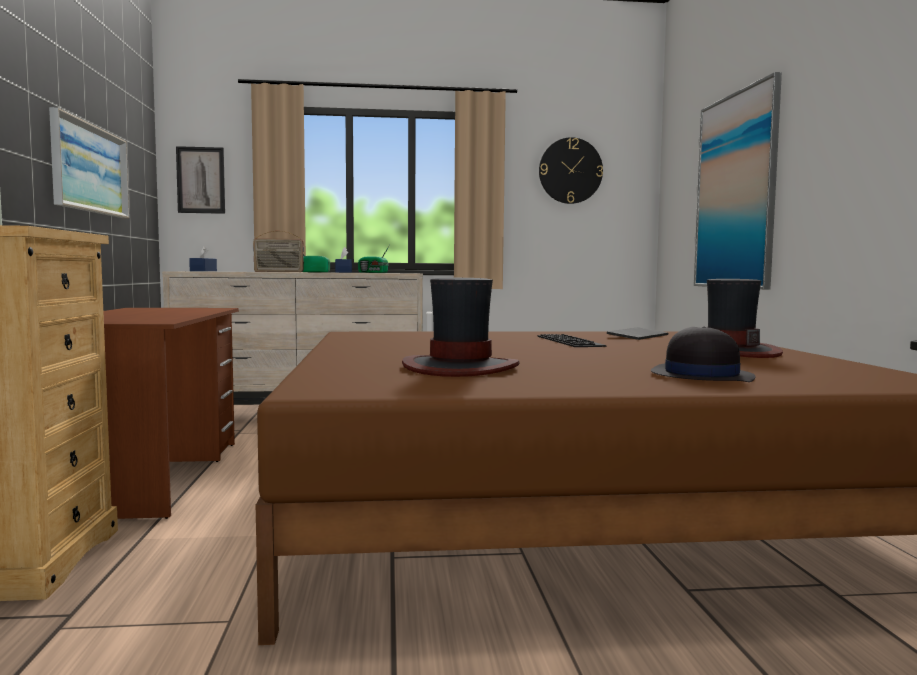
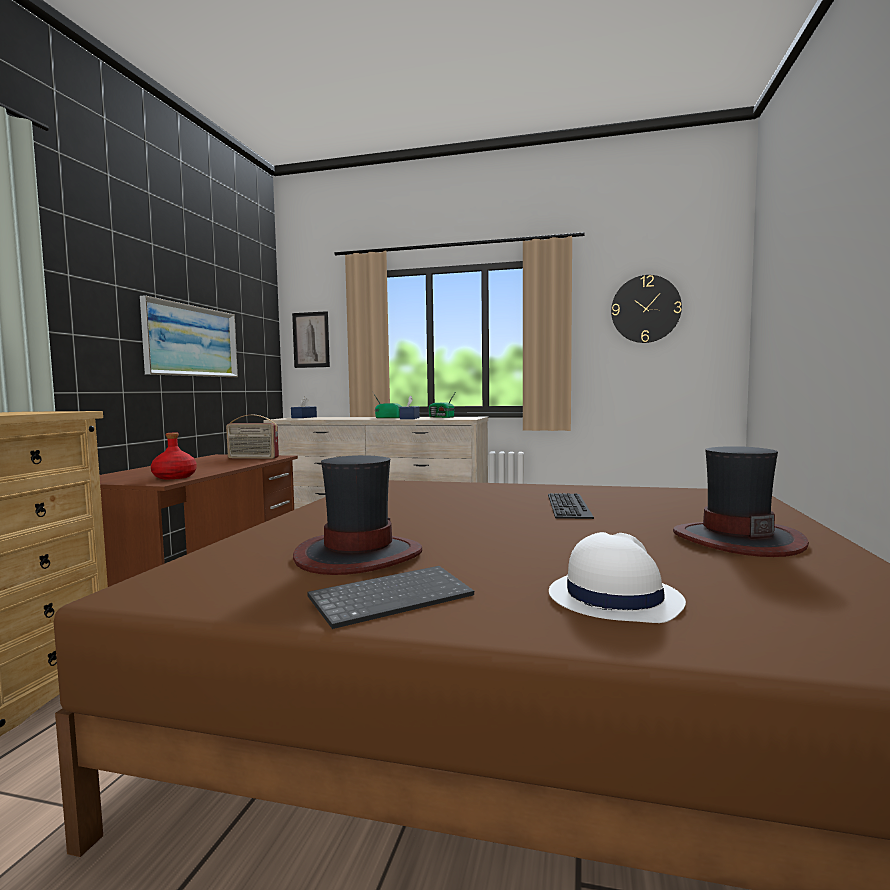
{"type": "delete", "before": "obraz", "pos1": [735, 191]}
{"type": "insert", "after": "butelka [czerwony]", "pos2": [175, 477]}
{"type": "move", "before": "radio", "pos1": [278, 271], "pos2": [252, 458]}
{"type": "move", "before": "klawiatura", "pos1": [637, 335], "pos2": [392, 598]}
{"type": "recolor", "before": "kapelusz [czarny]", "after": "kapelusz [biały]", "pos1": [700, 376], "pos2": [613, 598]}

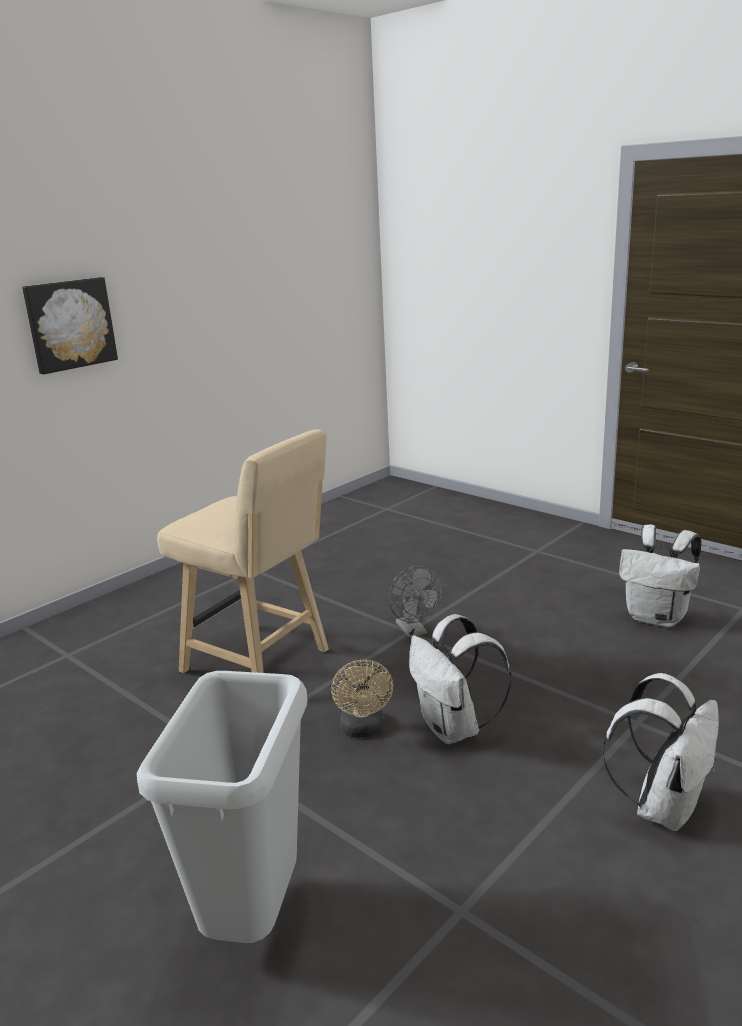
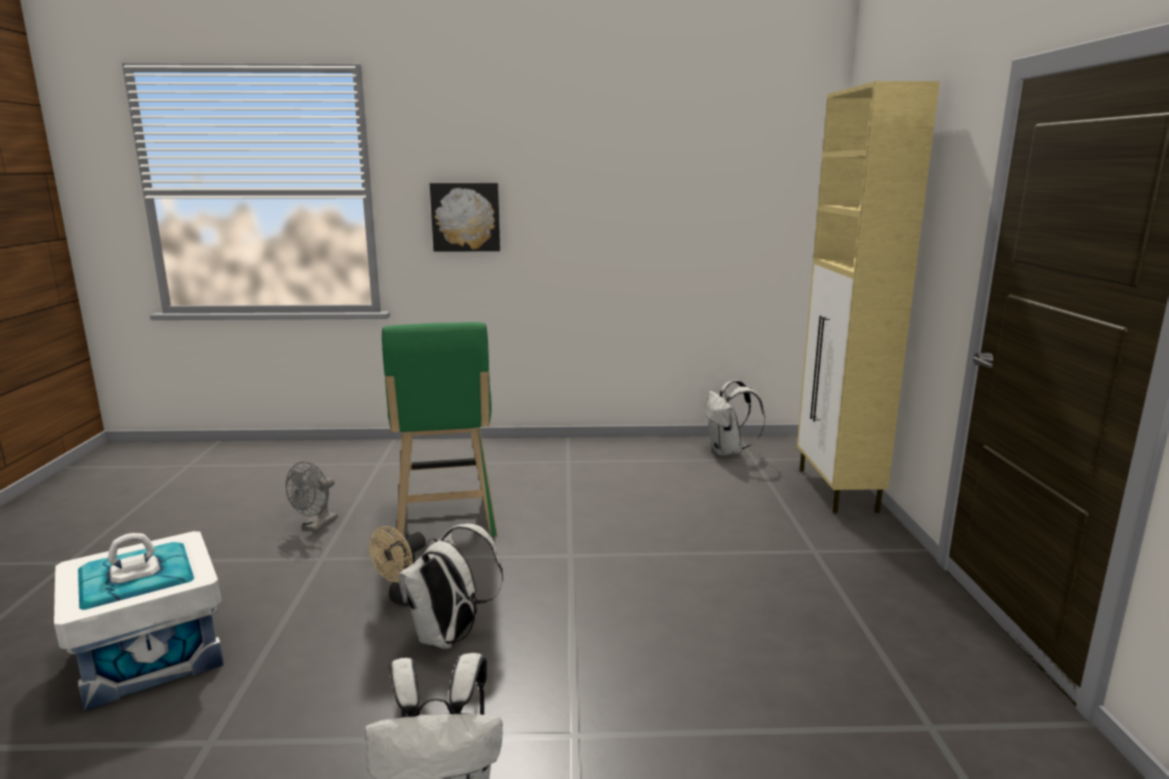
{"type": "insert", "after": "szafka [beżowy]", "pos2": [837, 490]}
{"type": "move", "before": "wentylator [szary]", "pos1": [414, 631], "pos2": [316, 525]}
{"type": "move", "before": "plecak [biały]", "pos1": [657, 618], "pos2": [728, 451]}
{"type": "replace", "before": "kosz na śmieci [szary]", "after": "pojemnik do przechowywania [biały]", "pos1": [251, 918], "pos2": [151, 654]}
{"type": "recolor", "before": "stołek [beżowy]", "after": "stołek [zielony]", "pos1": [261, 663], "pos2": [446, 522]}

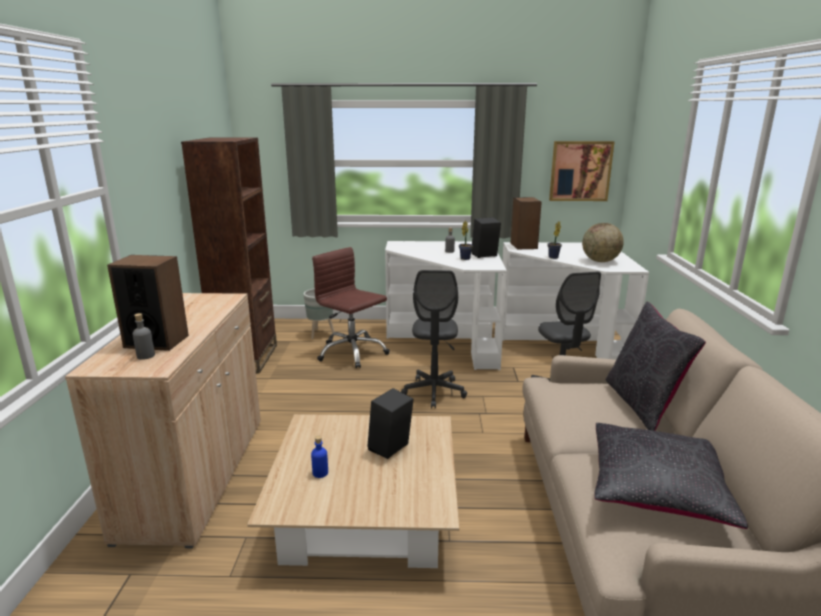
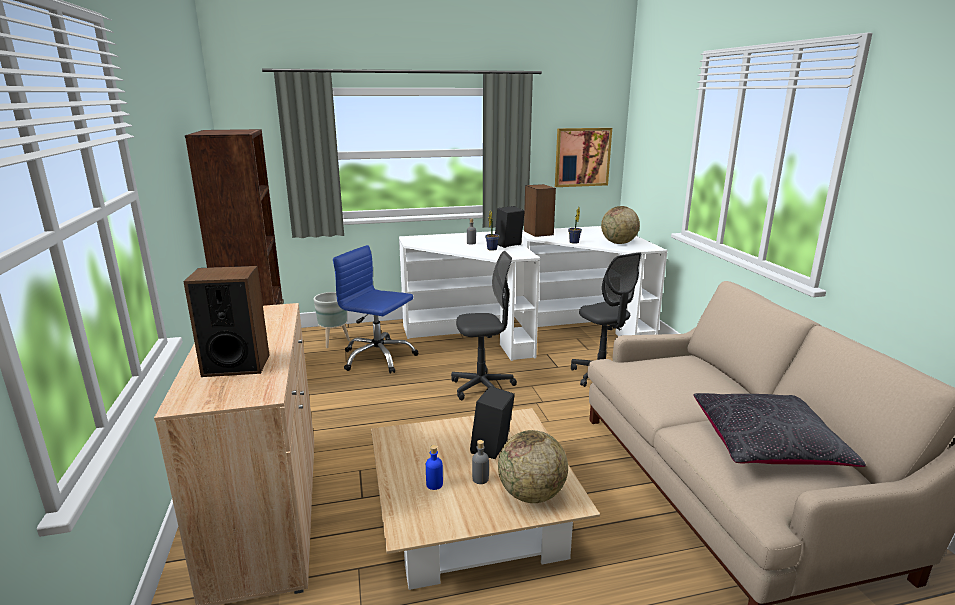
{"type": "delete", "before": "poduszka [czarny]", "pos1": [642, 404]}
{"type": "insert", "after": "globus", "pos2": [531, 494]}
{"type": "move", "before": "butelka [szary]", "pos1": [145, 356], "pos2": [480, 479]}
{"type": "recolor", "before": "krzesło biurowe [brązowy]", "after": "krzesło biurowe [niebieski]", "pos1": [352, 353], "pos2": [378, 358]}
{"type": "rotate", "before": "krzesło biurowe [szary]", "pos1": [434, 392], "pos2": [482, 388], "turn": -90}

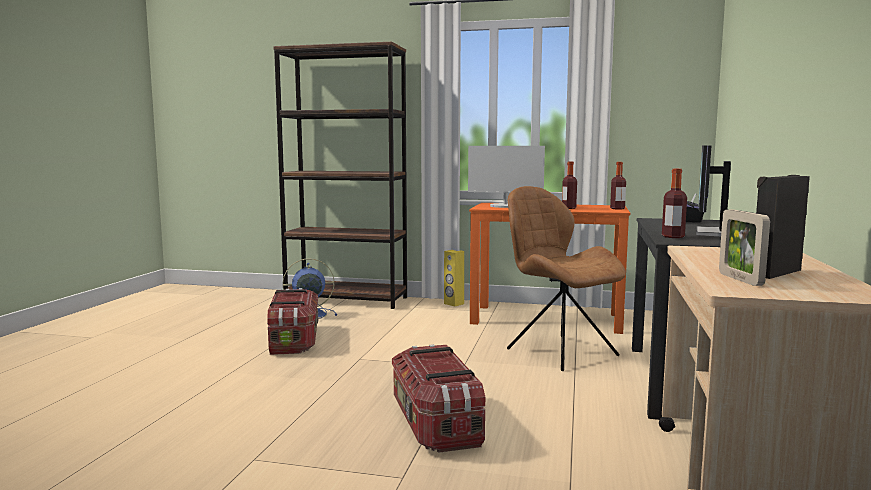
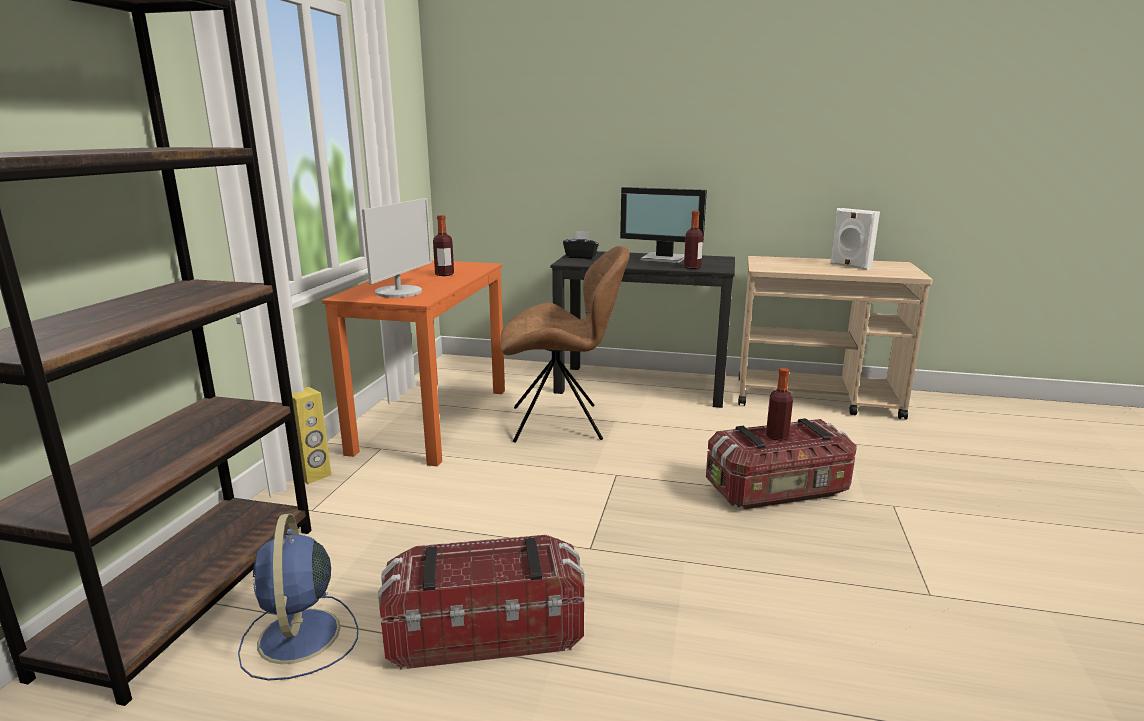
{"type": "delete", "before": "ramka na zdjęcie", "pos1": [740, 279]}
{"type": "move", "before": "butelka", "pos1": [617, 208], "pos2": [777, 436]}
{"type": "recolor", "before": "głośnik [czarny]", "after": "głośnik [biały]", "pos1": [774, 273], "pos2": [849, 266]}
{"type": "rotate", "before": "krzesło [brązowy]", "pos1": [559, 351], "pos2": [560, 423], "turn": -150}

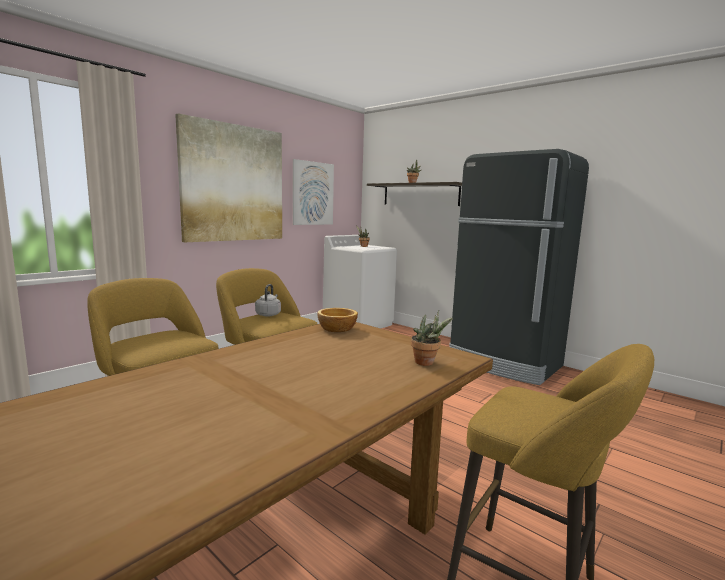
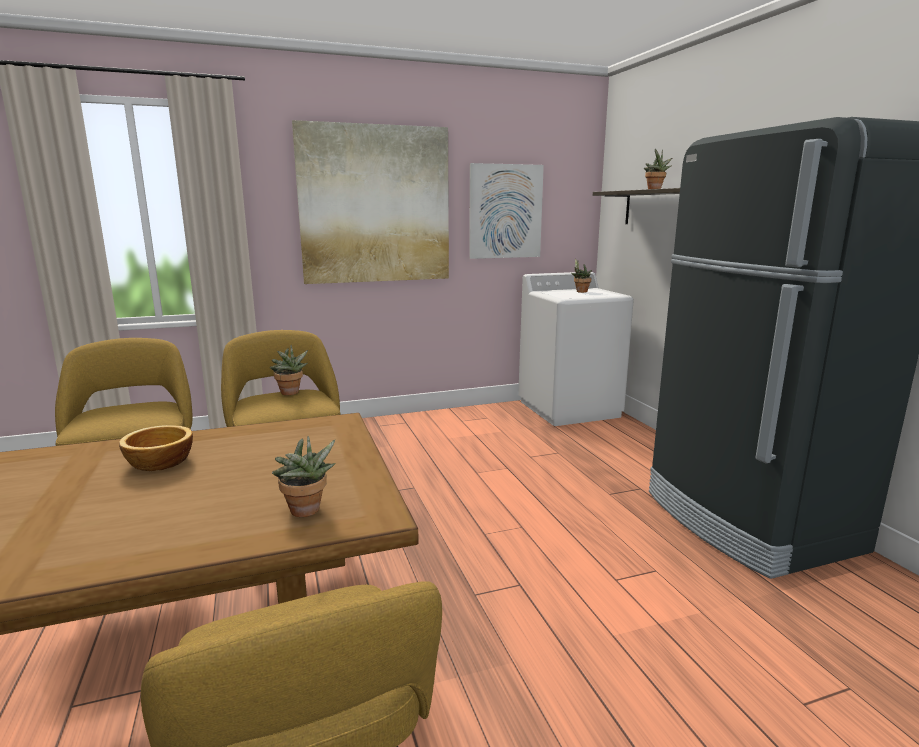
{"type": "move", "before": "miska", "pos1": [336, 329], "pos2": [158, 463]}
{"type": "replace", "before": "czajnik [szary]", "after": "roślina doniczkowa", "pos1": [268, 314], "pos2": [290, 393]}

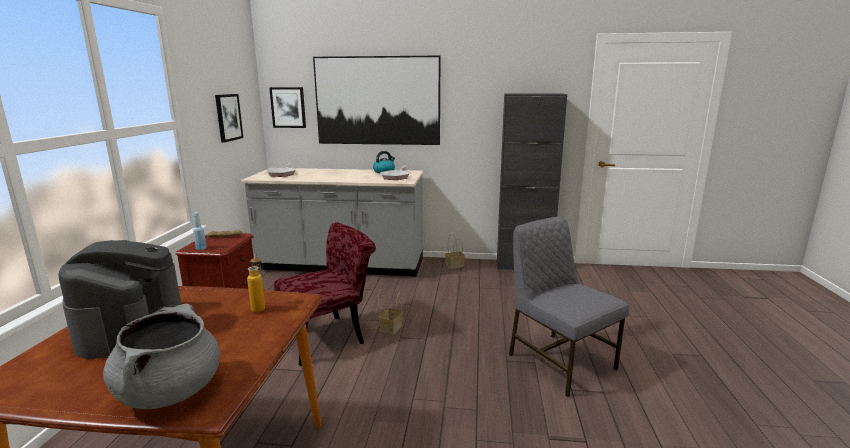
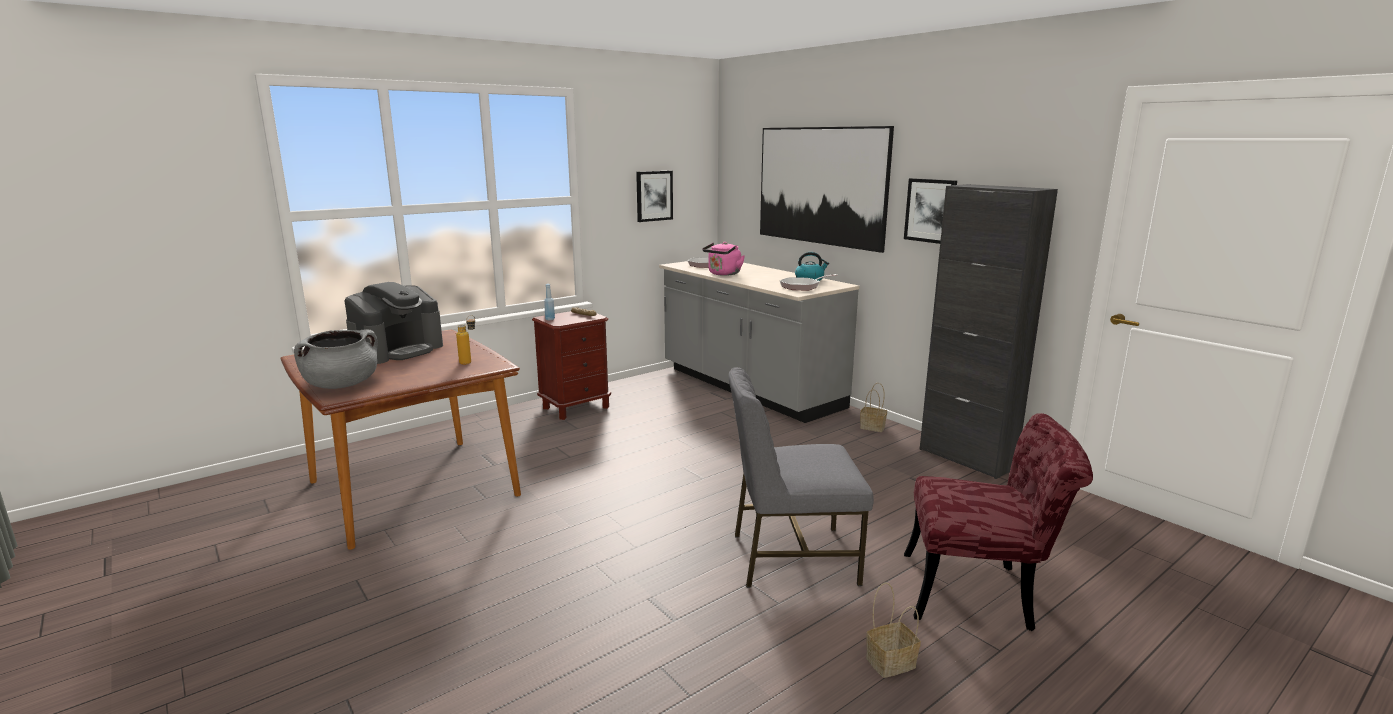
{"type": "insert", "after": "czajnik [różowy]", "pos2": [723, 274]}
{"type": "move", "before": "obraz", "pos1": [288, 107], "pos2": [930, 210]}
{"type": "move", "before": "krzesło [czerwony]", "pos1": [329, 336], "pos2": [981, 593]}
{"type": "move", "before": "koszyk", "pos1": [391, 327], "pos2": [891, 661]}
{"type": "rotate", "before": "krzesło [szary]", "pos1": [559, 361], "pos2": [791, 557], "turn": -105}

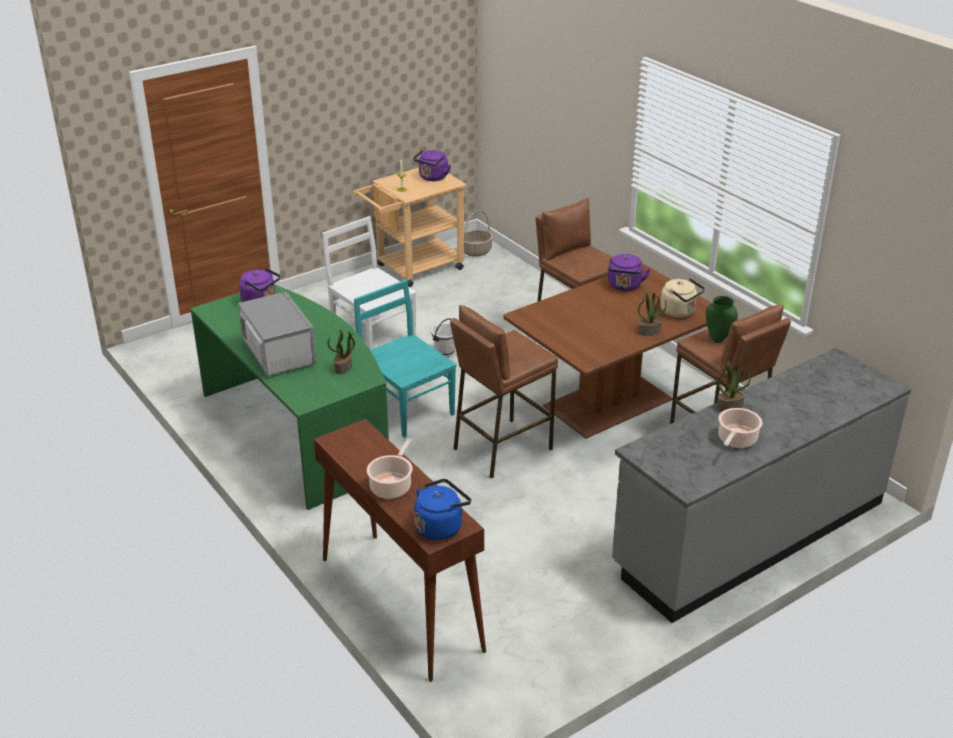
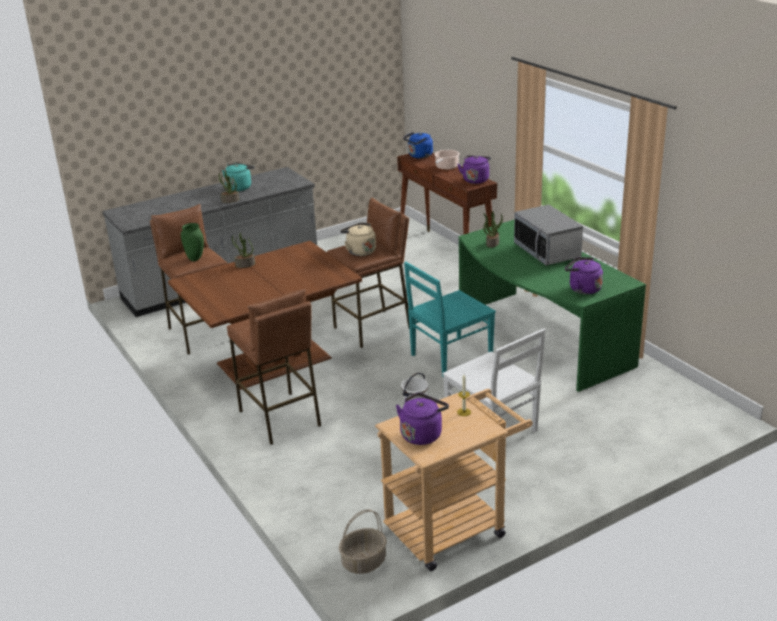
{"type": "move", "before": "czajnik [fioletowy]", "pos1": [624, 286], "pos2": [476, 179]}
{"type": "move", "before": "czajnik [beżowy]", "pos1": [680, 312], "pos2": [359, 251]}
{"type": "replace", "before": "garnek", "after": "czajnik [turkusowy]", "pos1": [736, 440], "pos2": [239, 187]}
{"type": "rotate", "before": "krzesło [turkusowy]", "pos1": [407, 408], "pos2": [449, 356], "turn": 90}

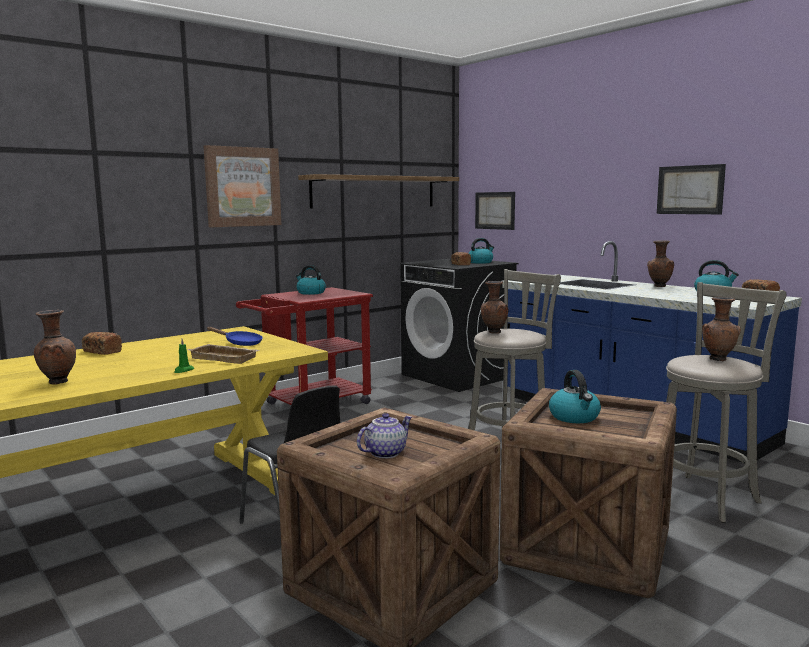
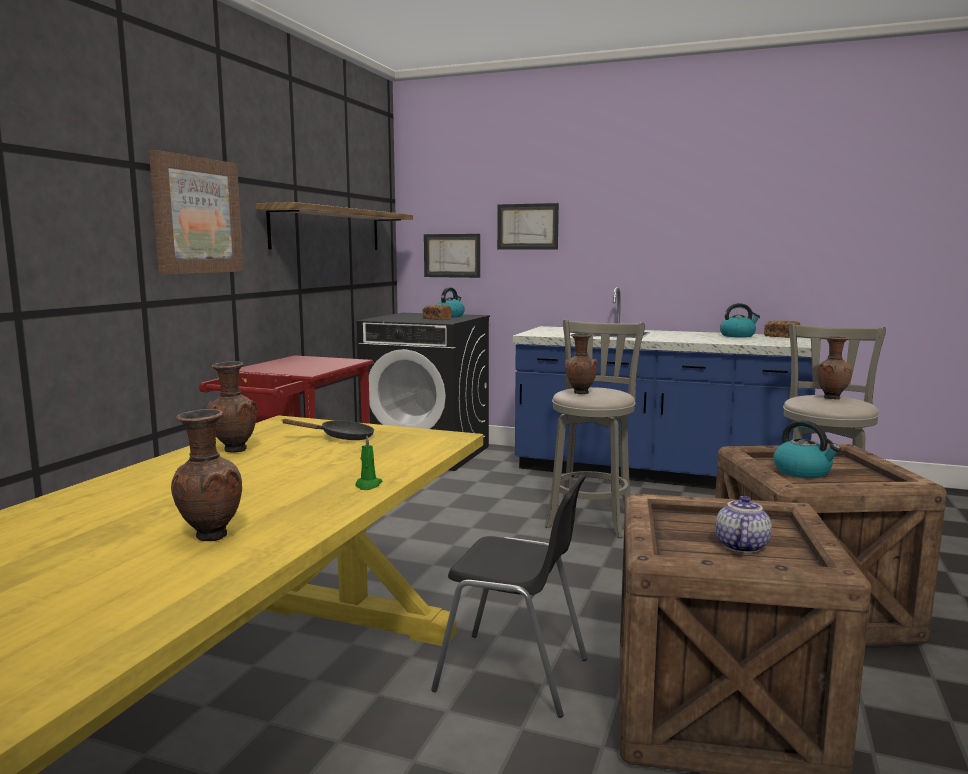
{"type": "delete", "before": "chleb", "pos1": [102, 351]}
{"type": "delete", "before": "taca [beżowy]", "pos1": [226, 358]}
{"type": "delete", "before": "czajnik", "pos1": [310, 293]}
{"type": "move", "before": "wazon [brązowy]", "pos1": [659, 286], "pos2": [233, 450]}
{"type": "move", "before": "obraz", "pos1": [690, 190], "pos2": [527, 226]}
{"type": "recolor", "before": "patelnia [niebieski]", "after": "patelnia [czarny]", "pos1": [240, 343], "pos2": [341, 438]}

